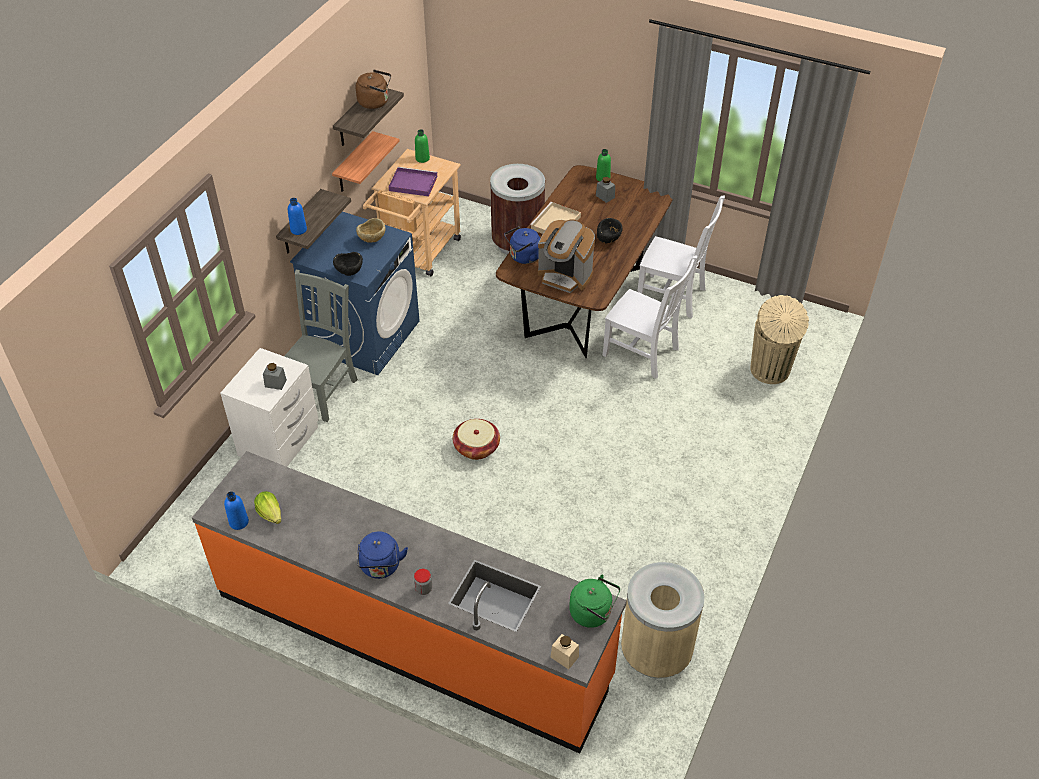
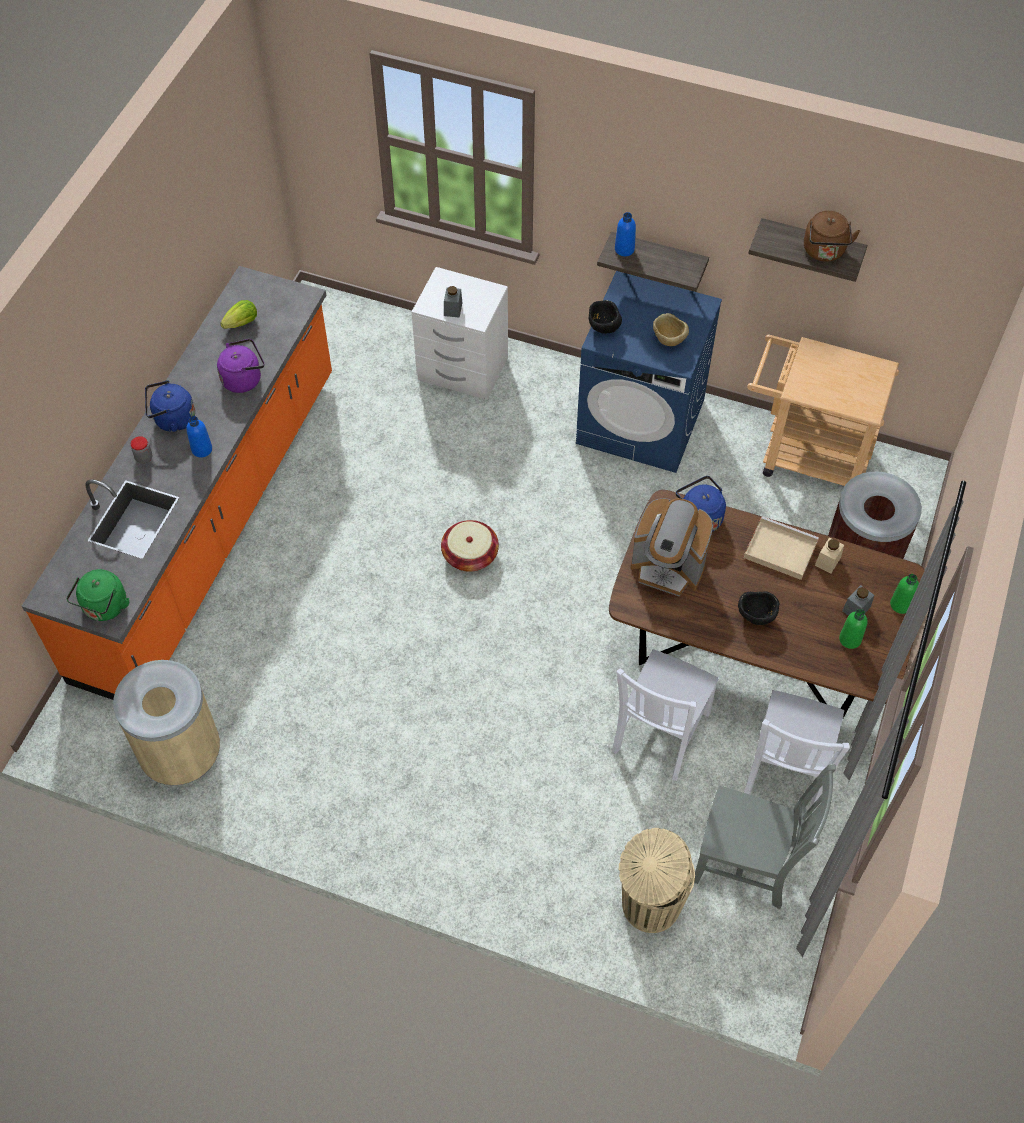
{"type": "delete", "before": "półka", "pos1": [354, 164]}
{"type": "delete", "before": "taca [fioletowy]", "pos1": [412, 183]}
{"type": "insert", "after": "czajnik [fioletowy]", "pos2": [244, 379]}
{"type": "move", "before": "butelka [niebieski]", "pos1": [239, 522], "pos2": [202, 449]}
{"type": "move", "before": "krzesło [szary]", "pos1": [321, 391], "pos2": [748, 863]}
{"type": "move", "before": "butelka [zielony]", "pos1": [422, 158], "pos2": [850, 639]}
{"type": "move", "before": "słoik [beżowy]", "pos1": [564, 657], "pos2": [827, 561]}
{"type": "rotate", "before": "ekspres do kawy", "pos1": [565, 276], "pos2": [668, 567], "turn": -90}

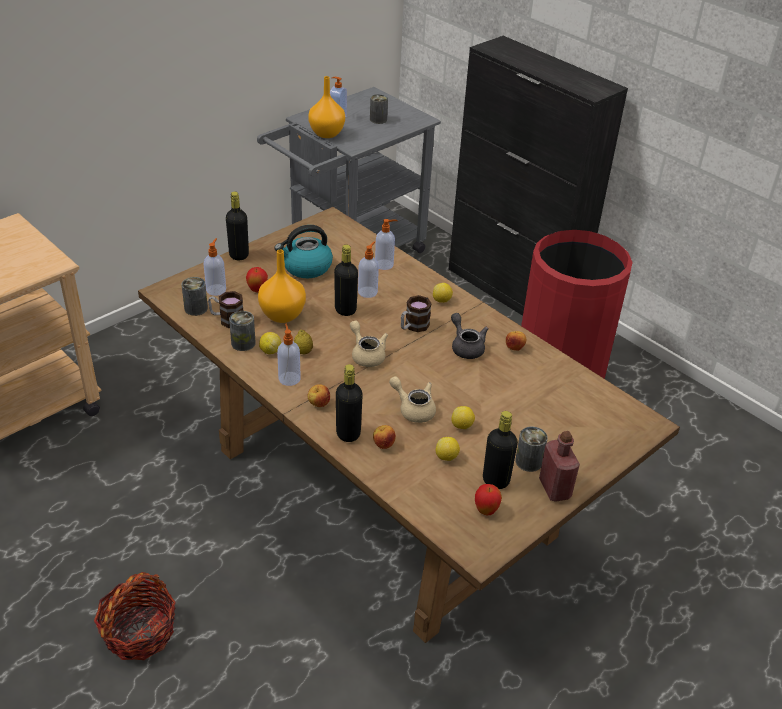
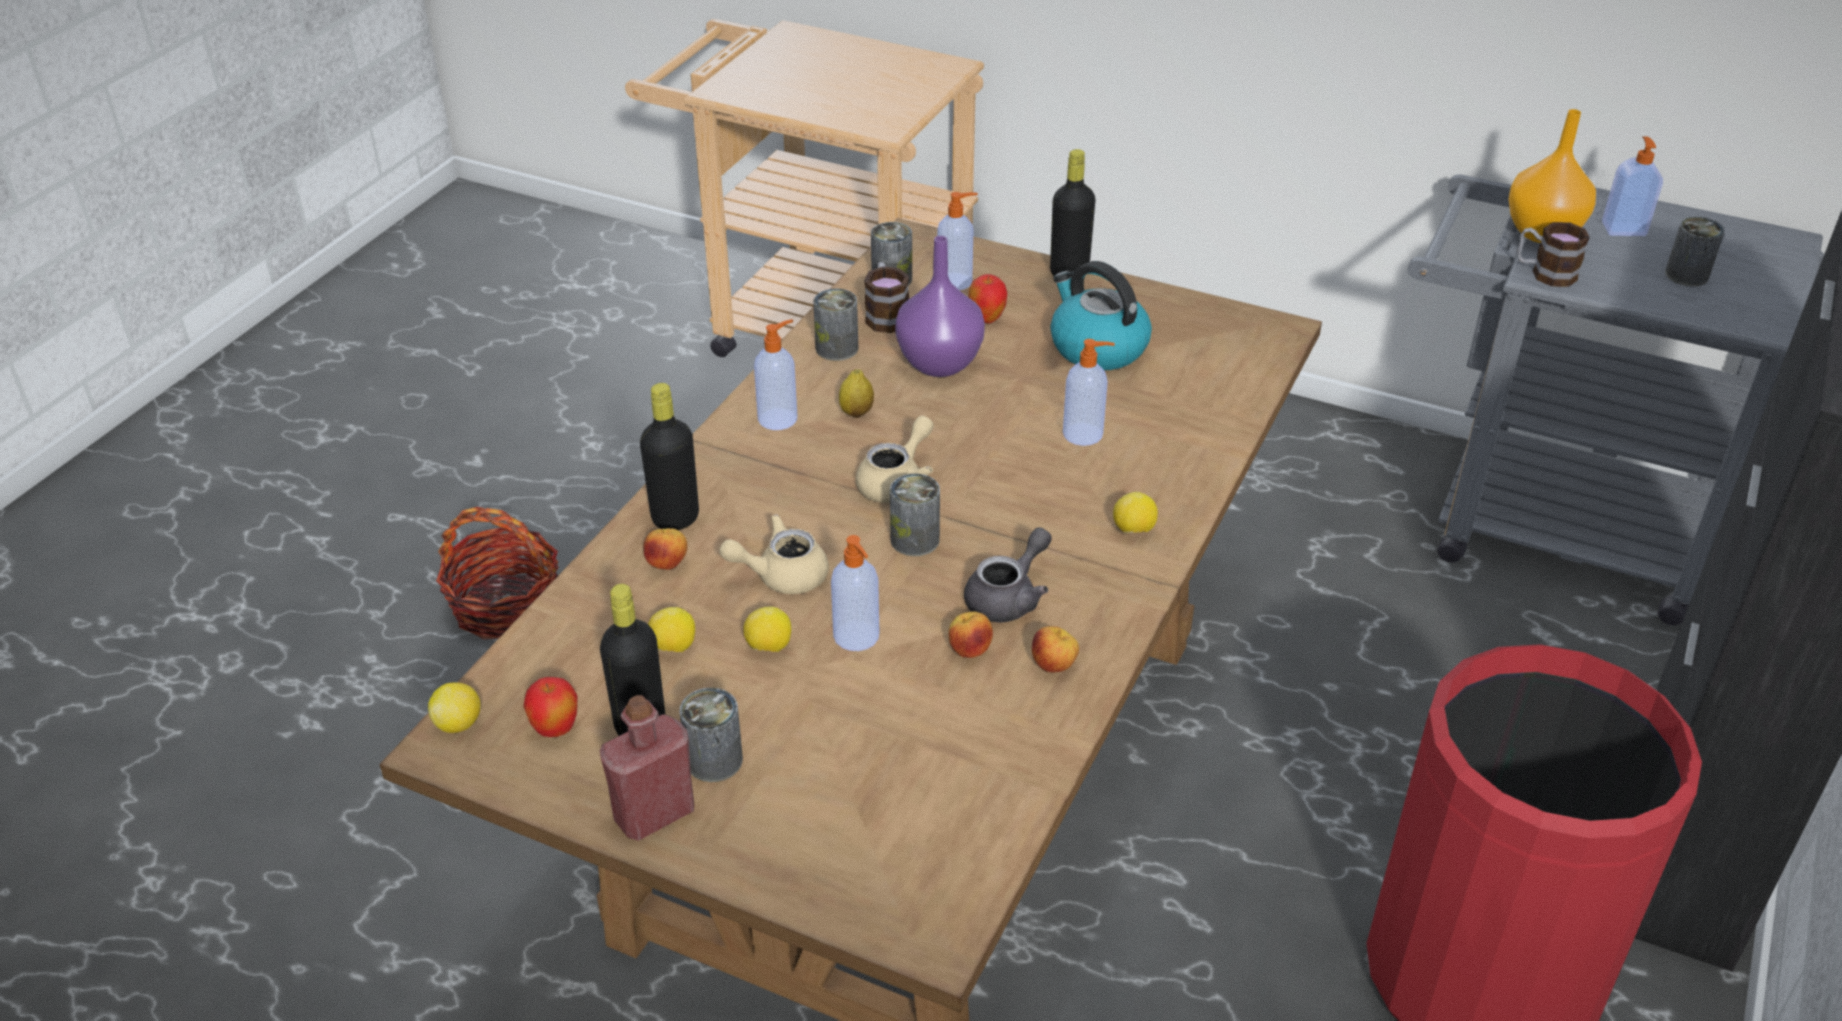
{"type": "delete", "before": "butelka [czarny]", "pos1": [345, 310]}
{"type": "insert", "after": "puszka", "pos2": [915, 540]}
{"type": "move", "before": "cytryna", "pos1": [270, 351], "pos2": [459, 724]}
{"type": "move", "before": "jabłko", "pos1": [318, 404], "pos2": [969, 651]}
{"type": "move", "before": "dozownik mydła", "pos1": [385, 264], "pos2": [857, 637]}
{"type": "move", "before": "kubek", "pos1": [413, 326], "pos2": [1544, 273]}
{"type": "recolor", "before": "wazon [pomarańczowy]", "after": "wazon [fioletowy]", "pos1": [282, 316], "pos2": [938, 364]}
{"type": "rotate", "before": "imbryk [beżowy]", "pos1": [413, 409], "pos2": [781, 575], "turn": -120}

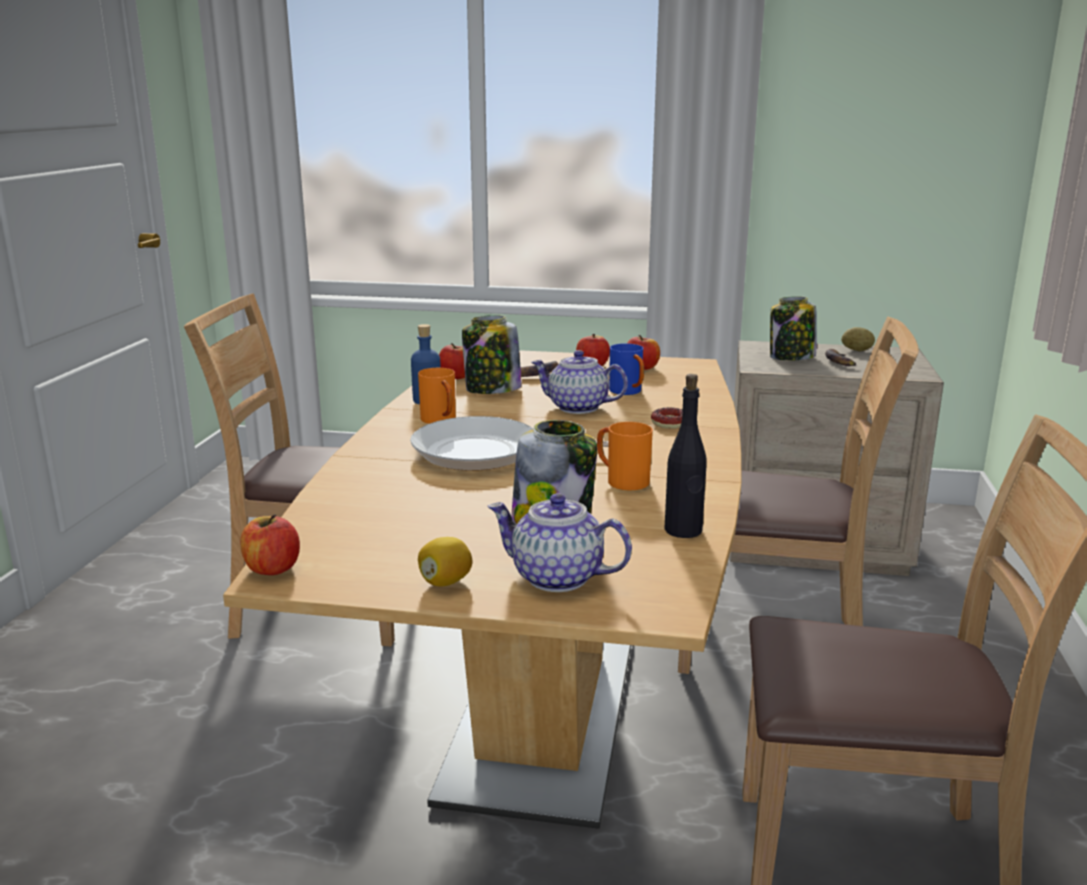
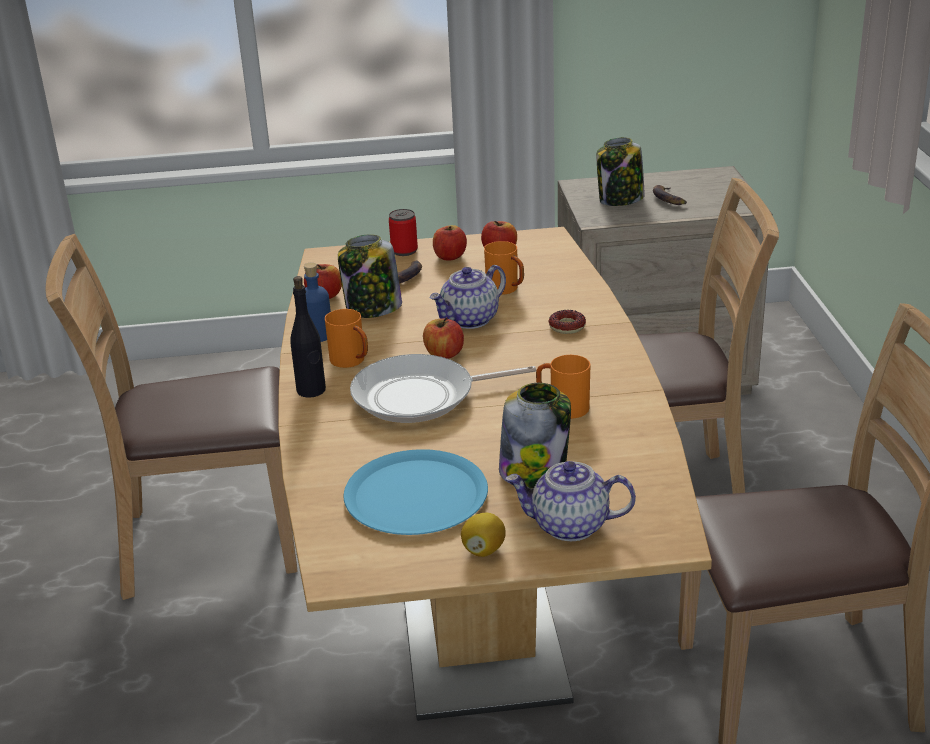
{"type": "delete", "before": "ziemniak", "pos1": [856, 350]}
{"type": "insert", "after": "talerz [niebieski]", "pos2": [416, 495]}
{"type": "insert", "after": "puszka", "pos2": [404, 251]}
{"type": "move", "before": "jabłko", "pos1": [272, 568], "pos2": [444, 354]}
{"type": "move", "before": "butelka [czarny]", "pos1": [683, 531], "pos2": [311, 390]}
{"type": "recolor", "before": "kubek [niebieski]", "after": "kubek [pomarańczowy]", "pos1": [629, 392], "pos2": [507, 290]}
{"type": "rotate", "before": "imbryk", "pos1": [577, 407], "pos2": [470, 320], "turn": -45}

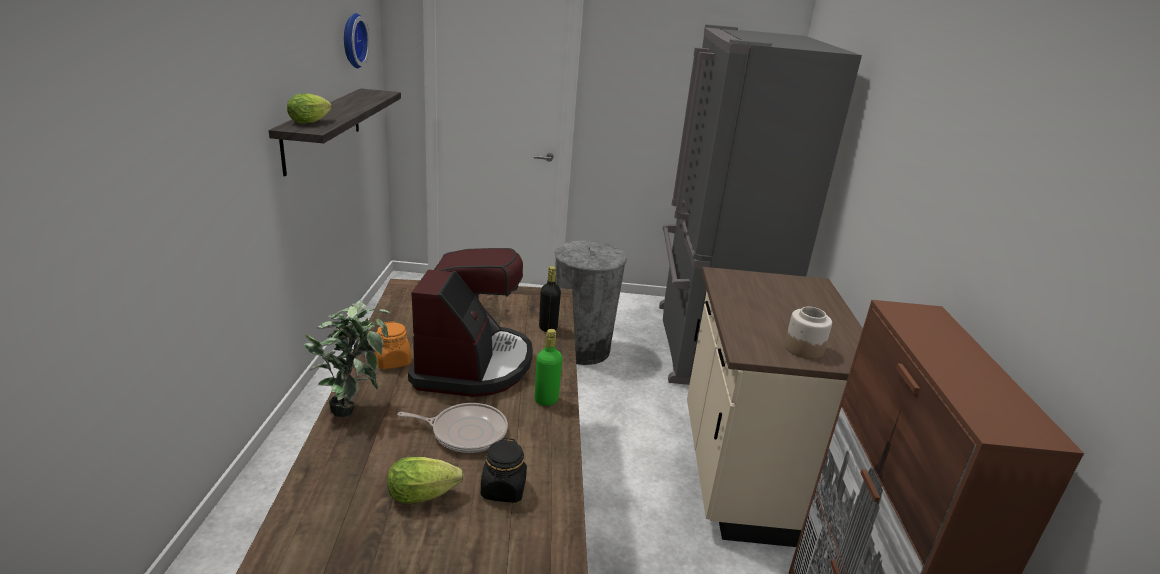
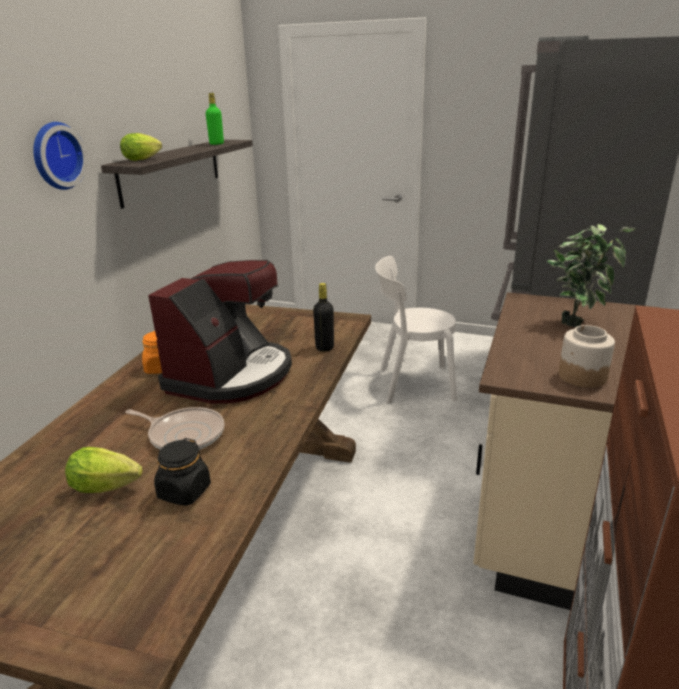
{"type": "move", "before": "roślina doniczkowa", "pos1": [354, 406], "pos2": [577, 322]}
{"type": "move", "before": "zegar ścienny", "pos1": [352, 40], "pos2": [55, 156]}
{"type": "move", "before": "butelka [zielony]", "pos1": [546, 400], "pos2": [216, 144]}
{"type": "replace", "before": "kosz na śmieci [szary]", "after": "krzesło [biały]", "pos1": [581, 349], "pos2": [412, 384]}

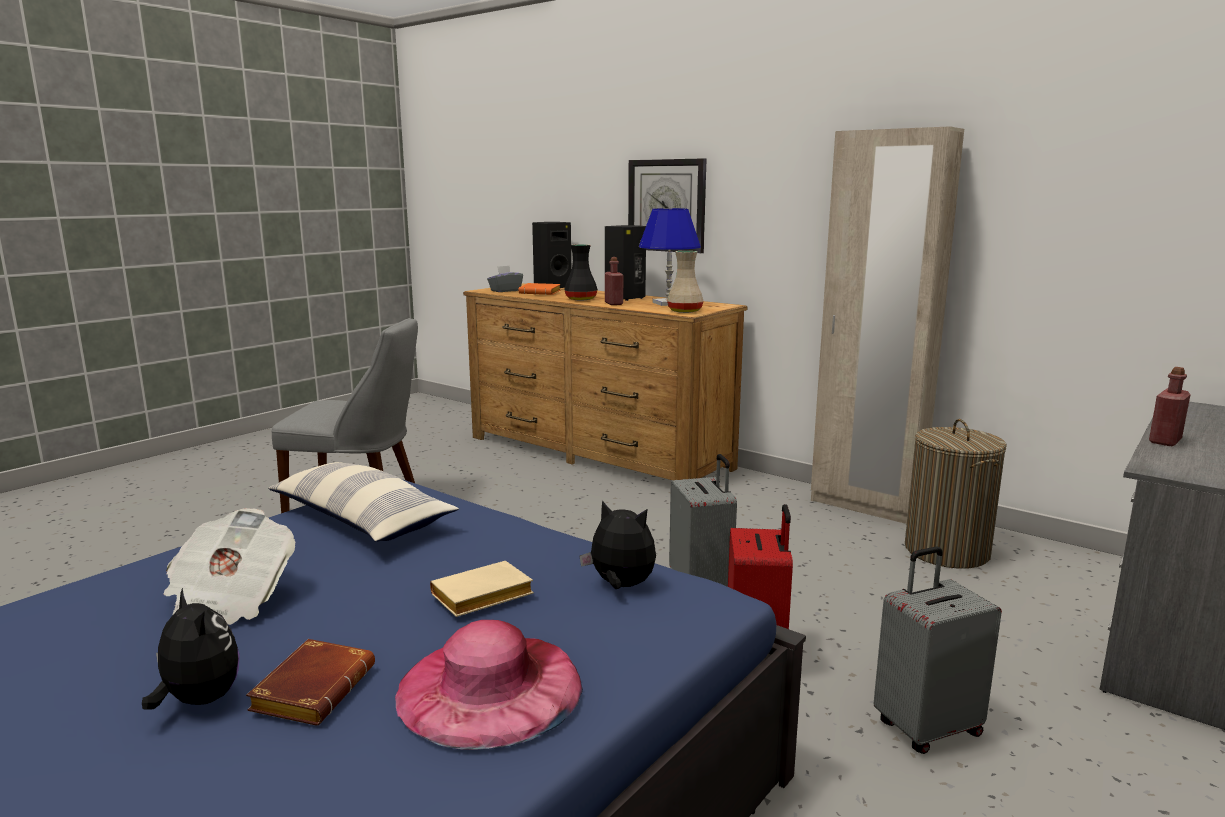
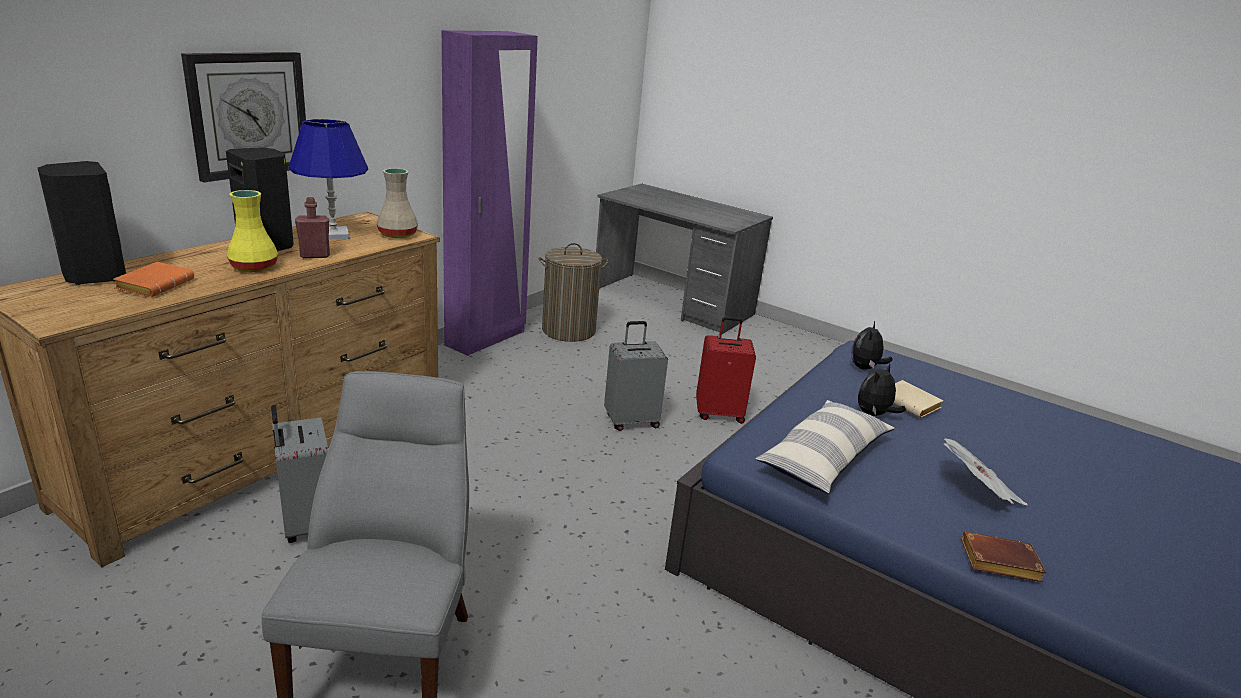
{"type": "delete", "before": "kapelusz [różowy]", "pos1": [490, 687]}
{"type": "delete", "before": "pudełko chusteczek [szary]", "pos1": [505, 290]}
{"type": "delete", "before": "butelka [czerwony]", "pos1": [1165, 441]}
{"type": "move", "before": "pluszak", "pos1": [198, 700], "pos2": [874, 414]}
{"type": "move", "before": "książka [brązowy]", "pos1": [313, 688], "pos2": [998, 563]}
{"type": "move", "before": "walizka [szary]", "pos1": [926, 727], "pos2": [306, 524]}
{"type": "recolor", "before": "wazon [czarny]", "after": "wazon [żółty]", "pos1": [581, 299], "pos2": [254, 267]}
{"type": "recolor", "before": "szafa [beżowy]", "after": "szafa [fioletowy]", "pos1": [865, 506], "pos2": [486, 339]}

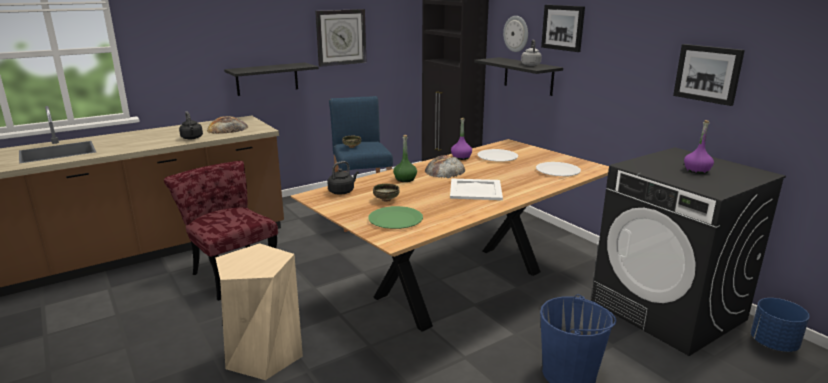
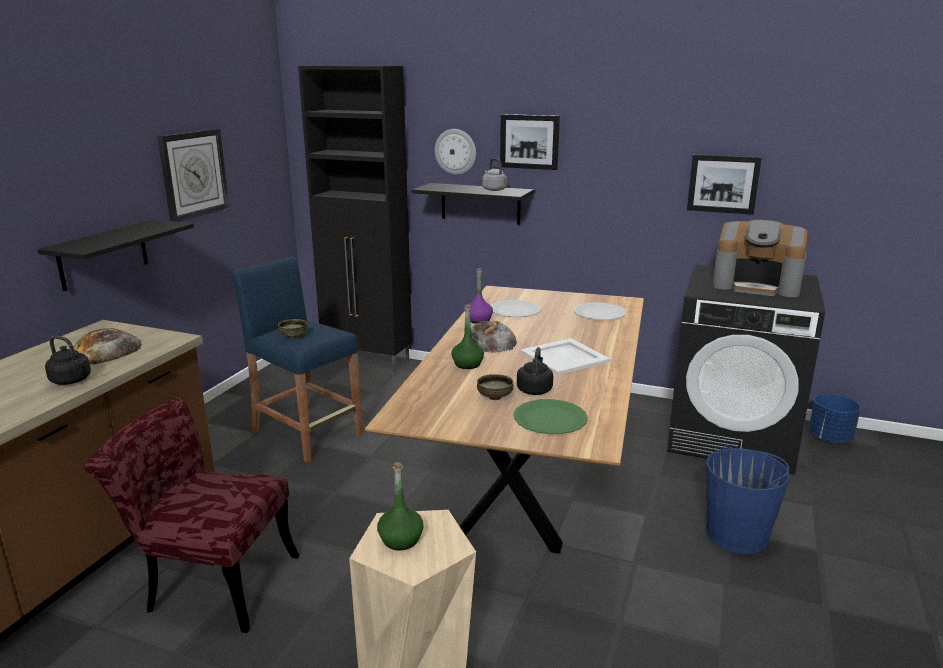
{"type": "insert", "after": "butelka [zielony]", "pos2": [401, 540]}
{"type": "move", "before": "czajnik [czarny]", "pos1": [342, 191], "pos2": [534, 389]}
{"type": "replace", "before": "butelka [fioletowy]", "after": "ekspres do kawy", "pos1": [697, 170], "pos2": [756, 285]}

